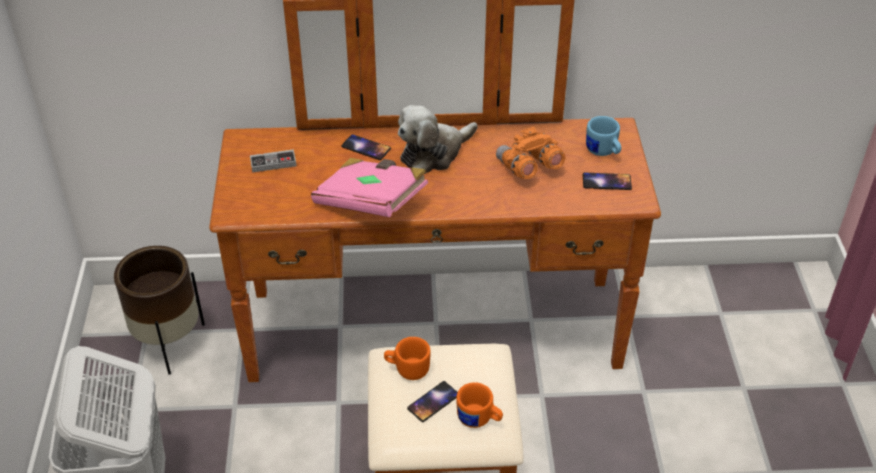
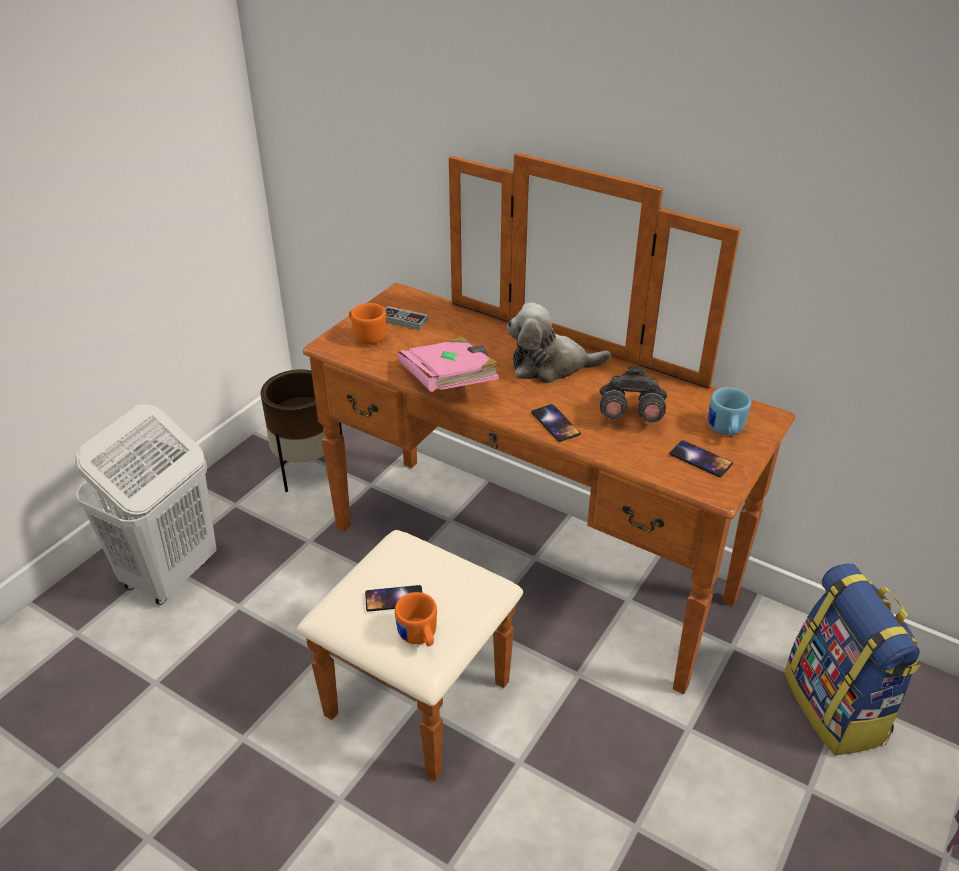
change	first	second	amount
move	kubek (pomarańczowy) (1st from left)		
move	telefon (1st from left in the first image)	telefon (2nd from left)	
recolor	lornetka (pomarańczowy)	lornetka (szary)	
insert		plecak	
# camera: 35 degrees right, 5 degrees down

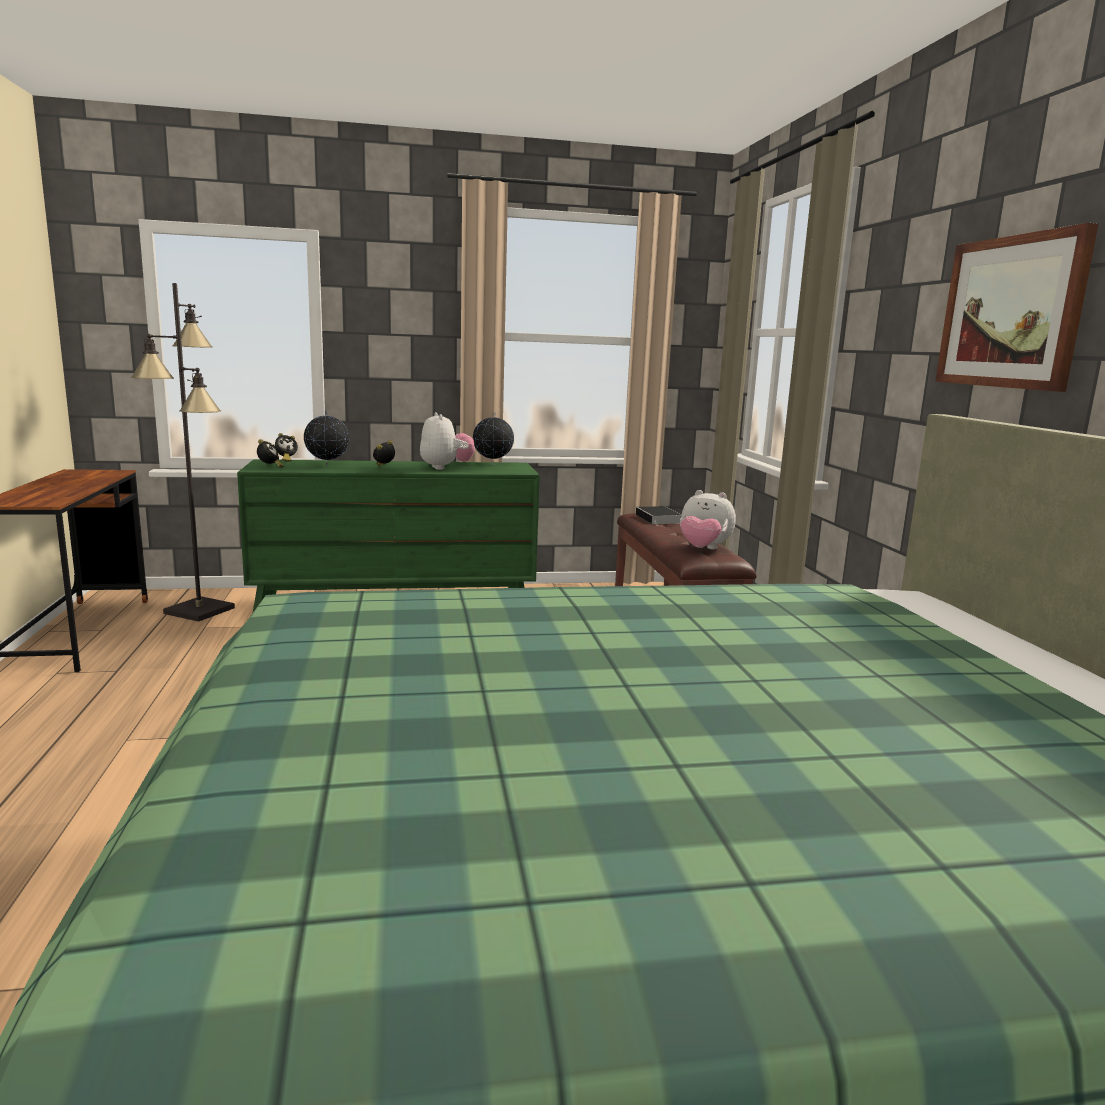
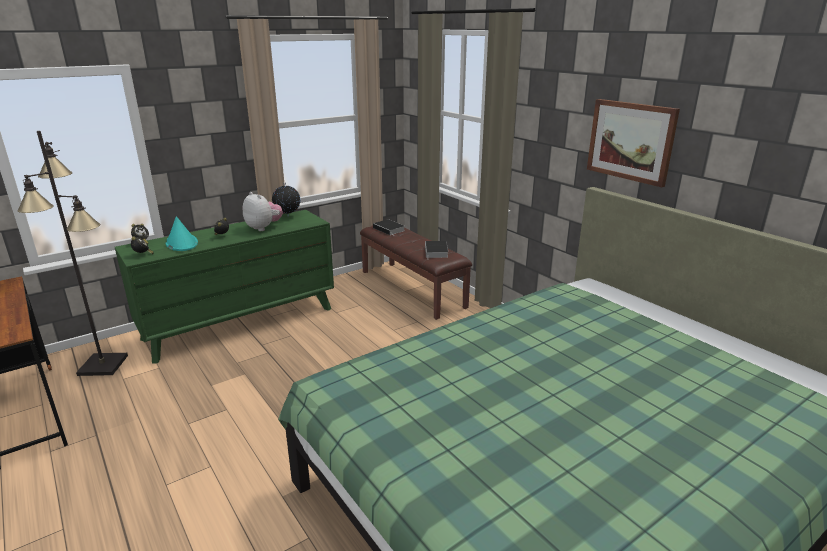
change	first	second	amount
replace	globus (1st from left)	kapelusz (turkusowy)	
replace	pluszak (2nd from left)	książka (2nd from left)	
# camera: 25 degrees left, 10 degrees up

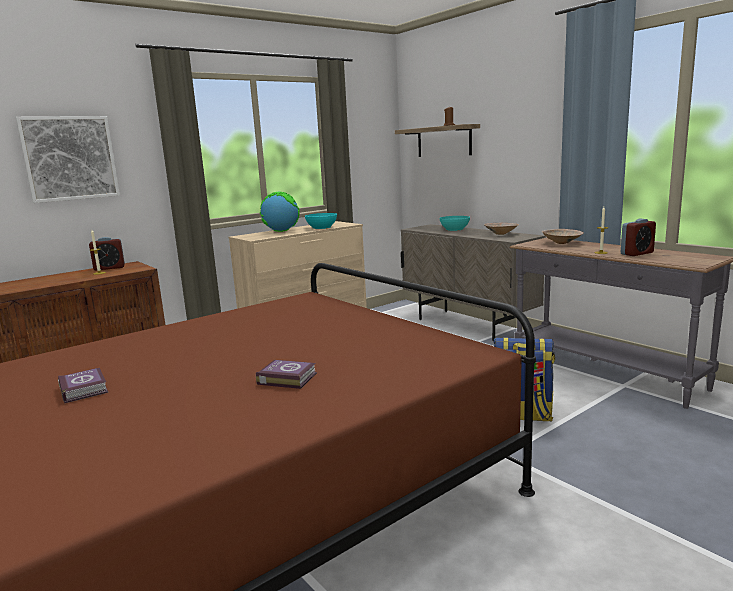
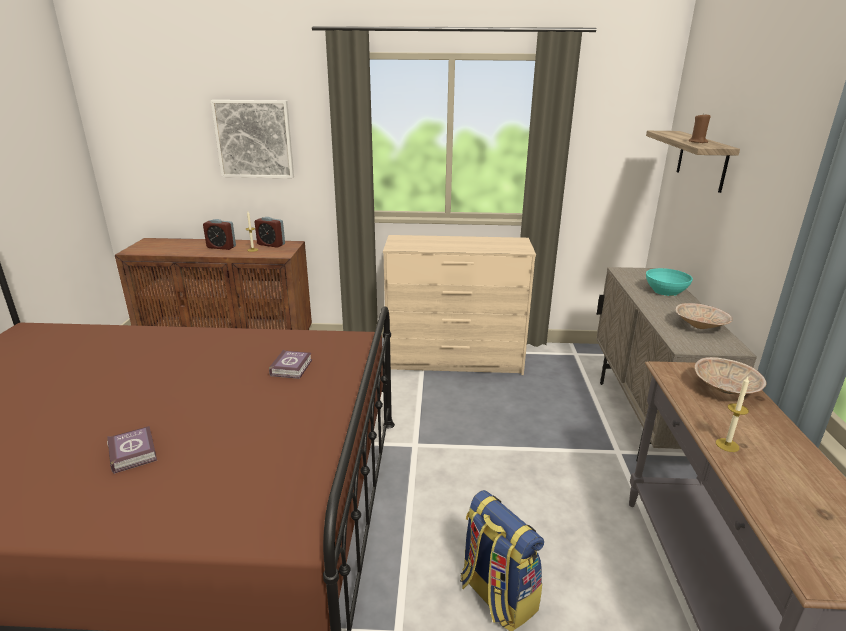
change	first	second	amount
move	budzik (2nd from left in the first image)	budzik (1st from left)	
move	książka (1st from left in the first image)	książka (2nd from left)	
delete	globus		
delete	miska (turkusowy) (1st from left)		
# camera: 40 degrees right, 10 degrees up

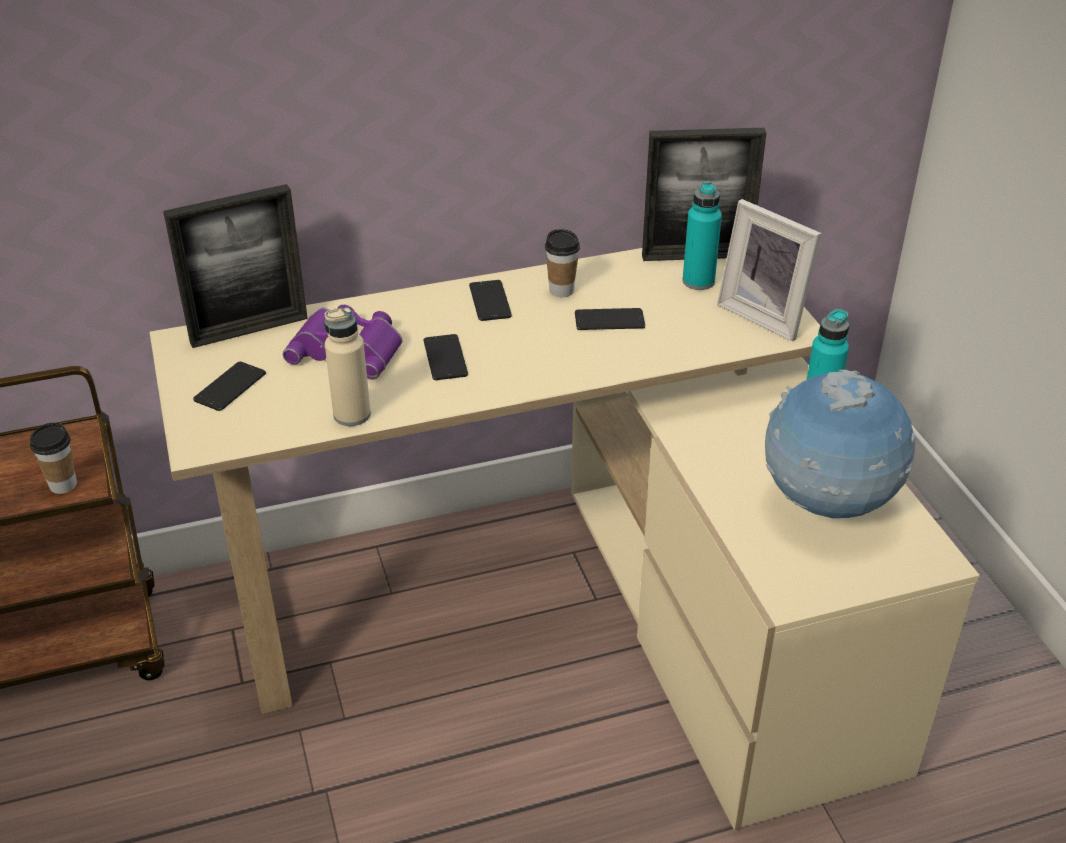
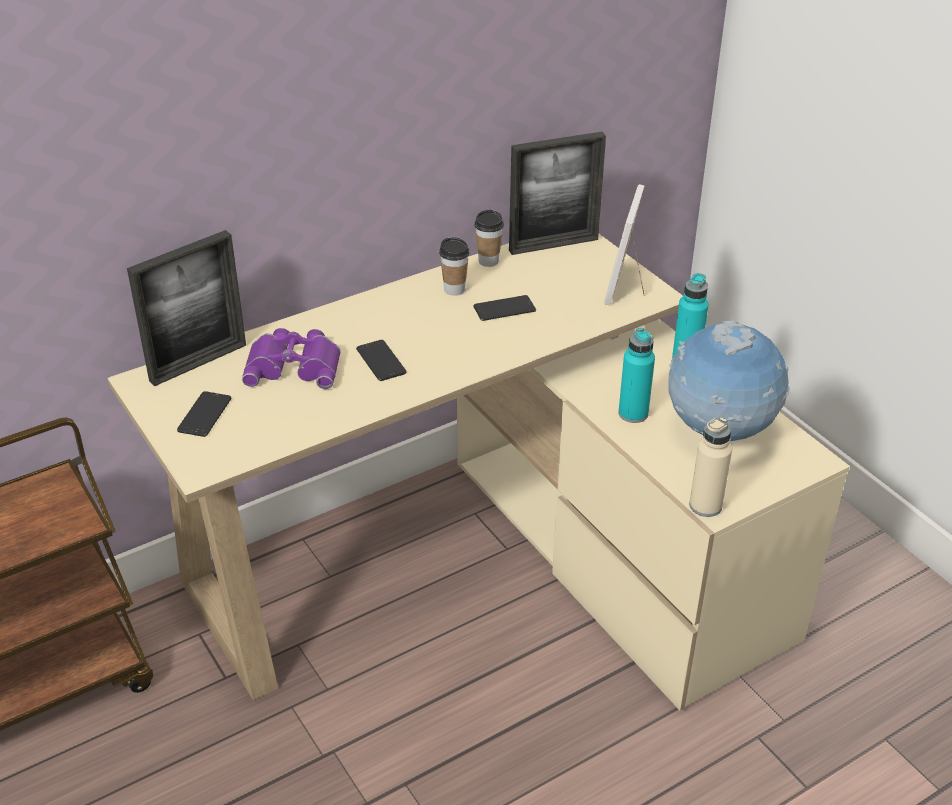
change	first	second	amount
move	filiżanka (1st from left in the first image)	filiżanka (2nd from left)	
rotate	ramka na zdjęcie (3rd from left)		75 degrees clockwise
move	butelka (turkusowy) (1st from left)		
move	butelka (beżowy)		
delete	telefon (3rd from left)		
# camera: 15 degrees left, 0 degrees up

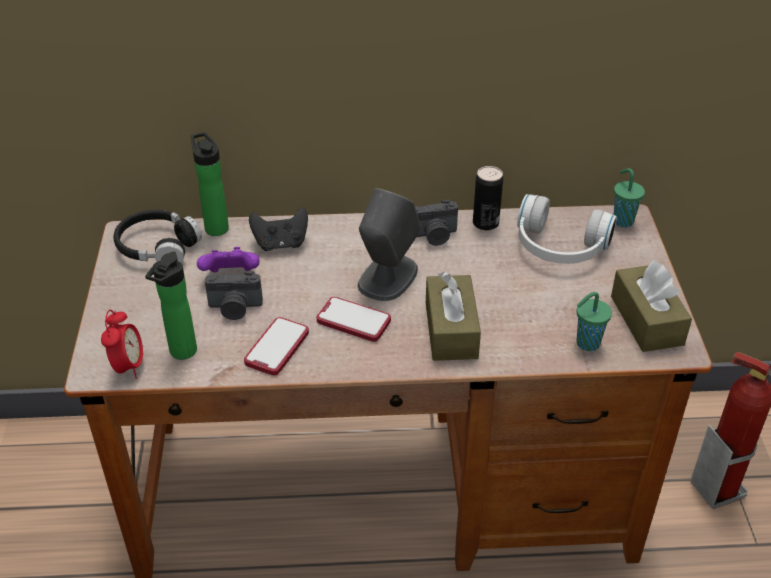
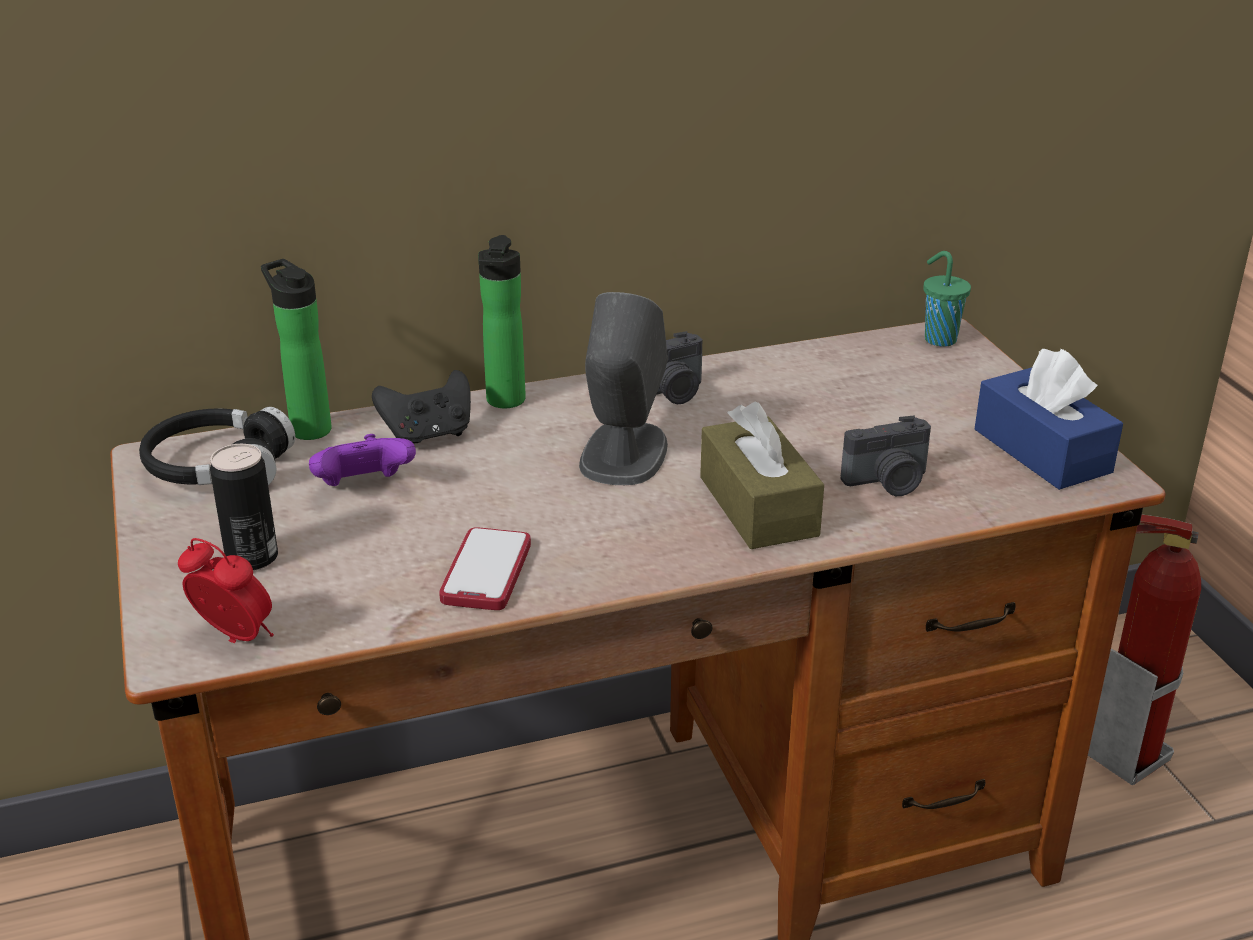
change	first	second	amount
rotate	budzik		45 degrees counterclockwise
move	puszka		
move	butelka (1st from left in the first image)	butelka (2nd from left)	
move	aparat fotograficzny (1st from left in the first image)	aparat fotograficzny (2nd from left)	
recolor	pudełko chusteczek (brązowy) (2nd from left)	pudełko chusteczek (niebieski)	
delete	telefon (2nd from left)		
delete	słuchawki (biały)		
delete	filiżanka (zielony) (1st from left)		
# camera: 15 degrees left, 10 degrees down

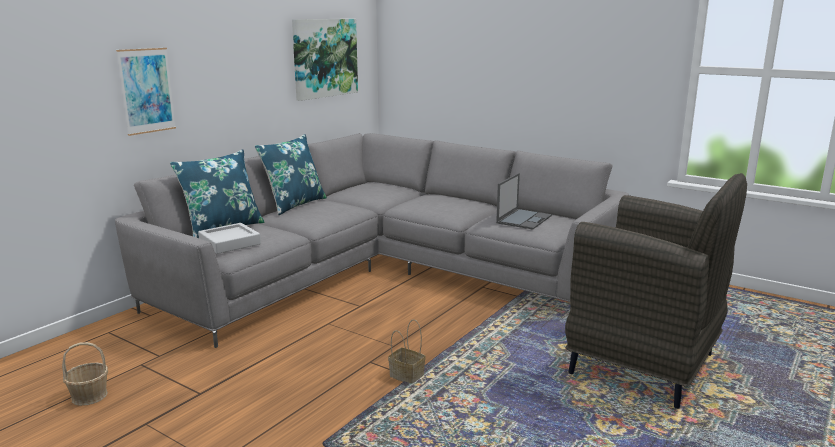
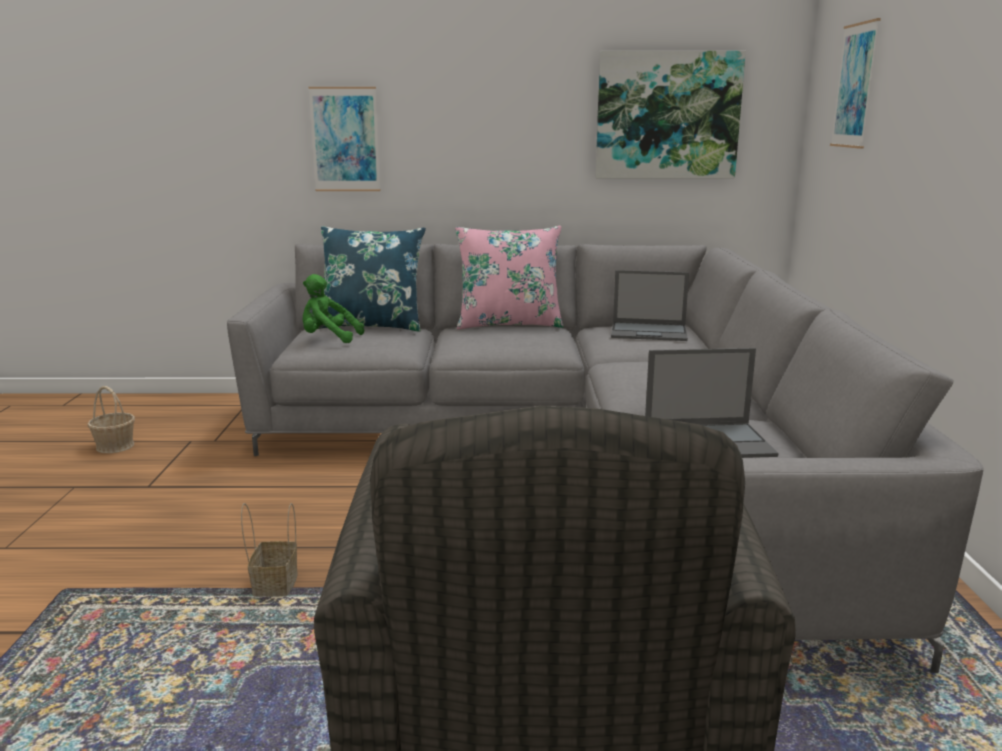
change	first	second	amount
replace	taca (szary)	pluszak (zielony)	
recolor	poduszka (niebieski) (2nd from left)	poduszka (różowy)	
insert		laptop (1st from left)	
insert		obraz (3rd from left)	
# camera: 55 degrees right, 0 degrees up

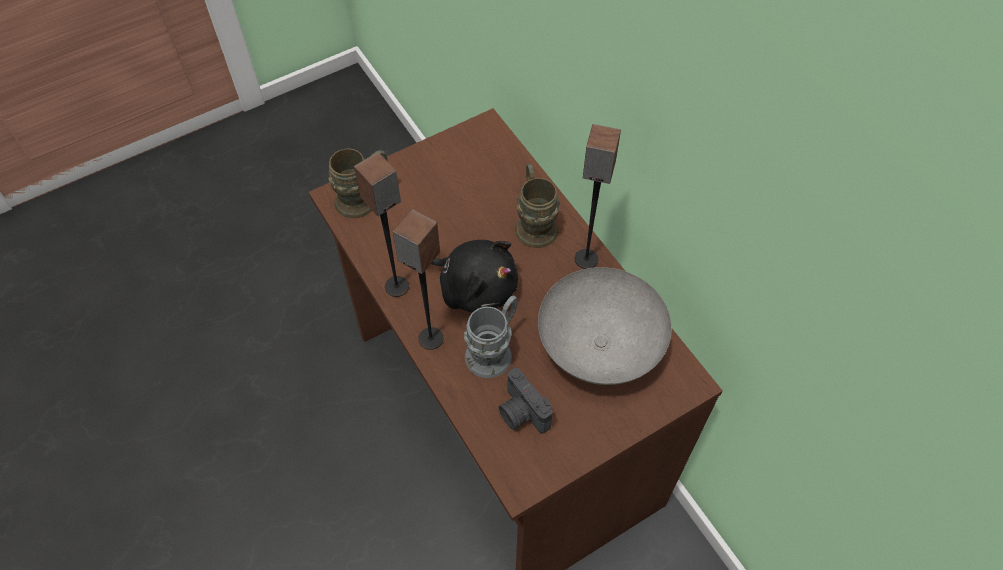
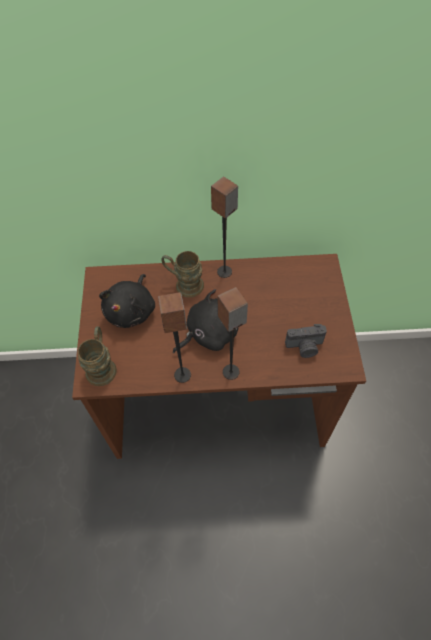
change	first	second	amount
insert		pluszak (czarny) (1st from left)	
delete	kubek (szary)		
delete	miska (szary)		
# camera: 60 degrees left, 0 degrees up

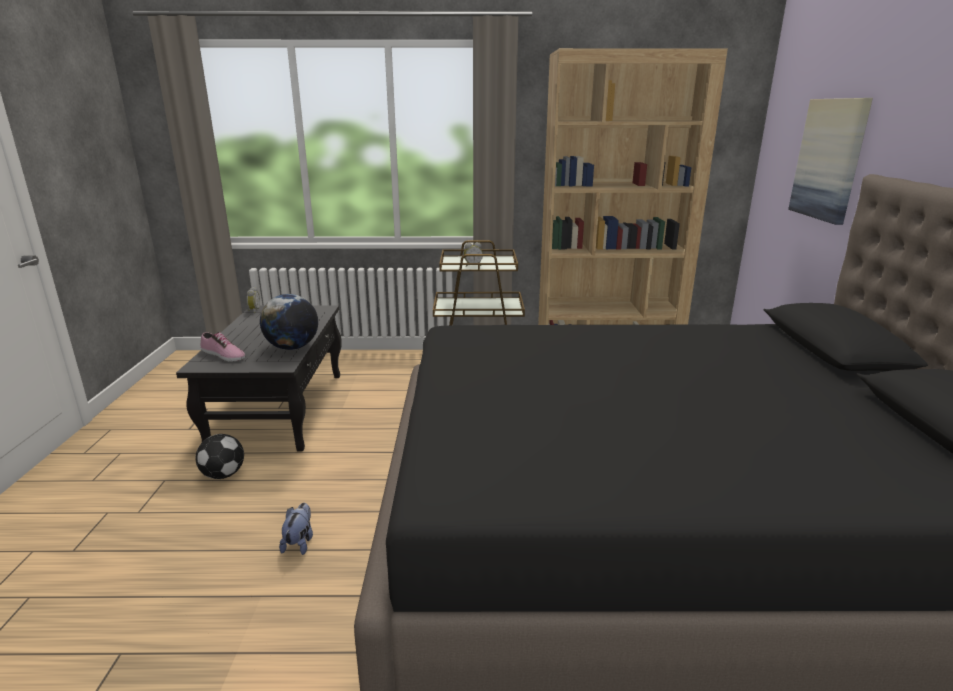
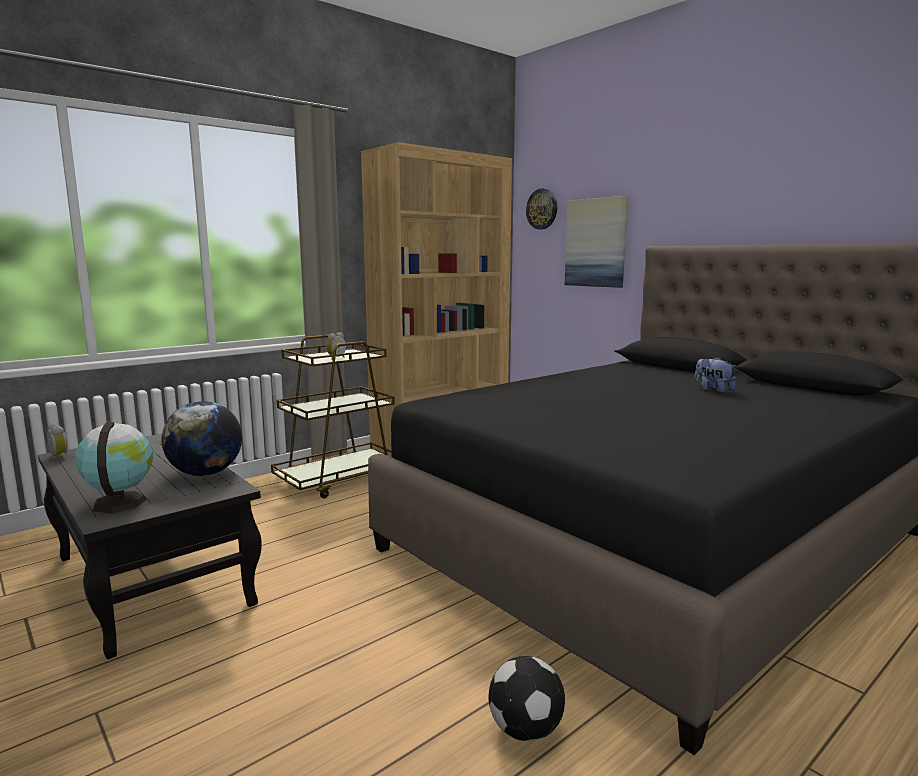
change	first	second	amount
replace	but	globus (1st from left)	
move	piłka futbolowa		
insert		zegar ścienny	
move	pluszak		
# camera: 40 degrees left, 10 degrees down

